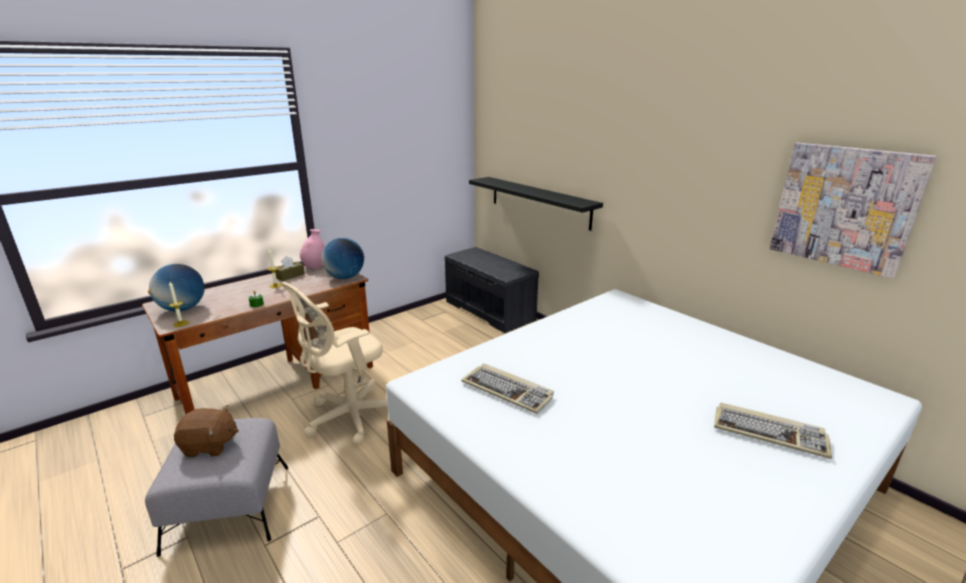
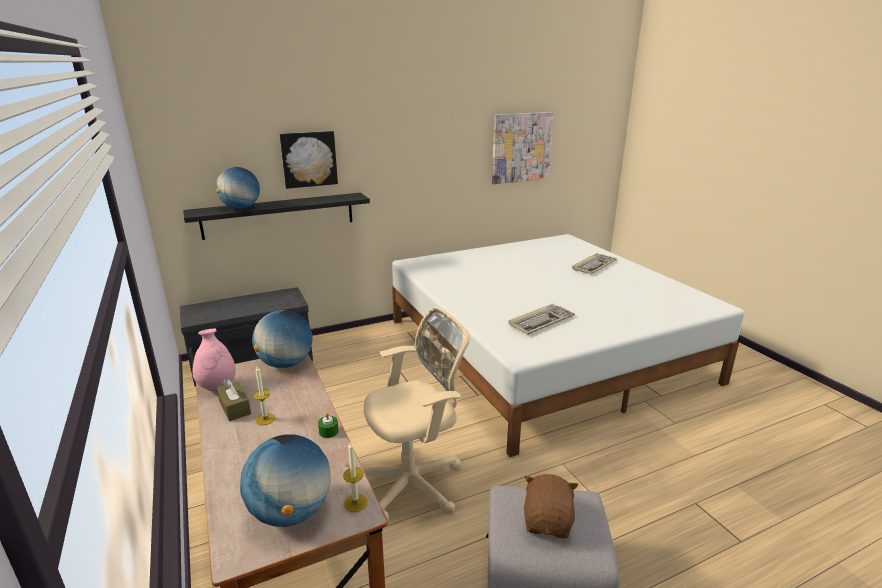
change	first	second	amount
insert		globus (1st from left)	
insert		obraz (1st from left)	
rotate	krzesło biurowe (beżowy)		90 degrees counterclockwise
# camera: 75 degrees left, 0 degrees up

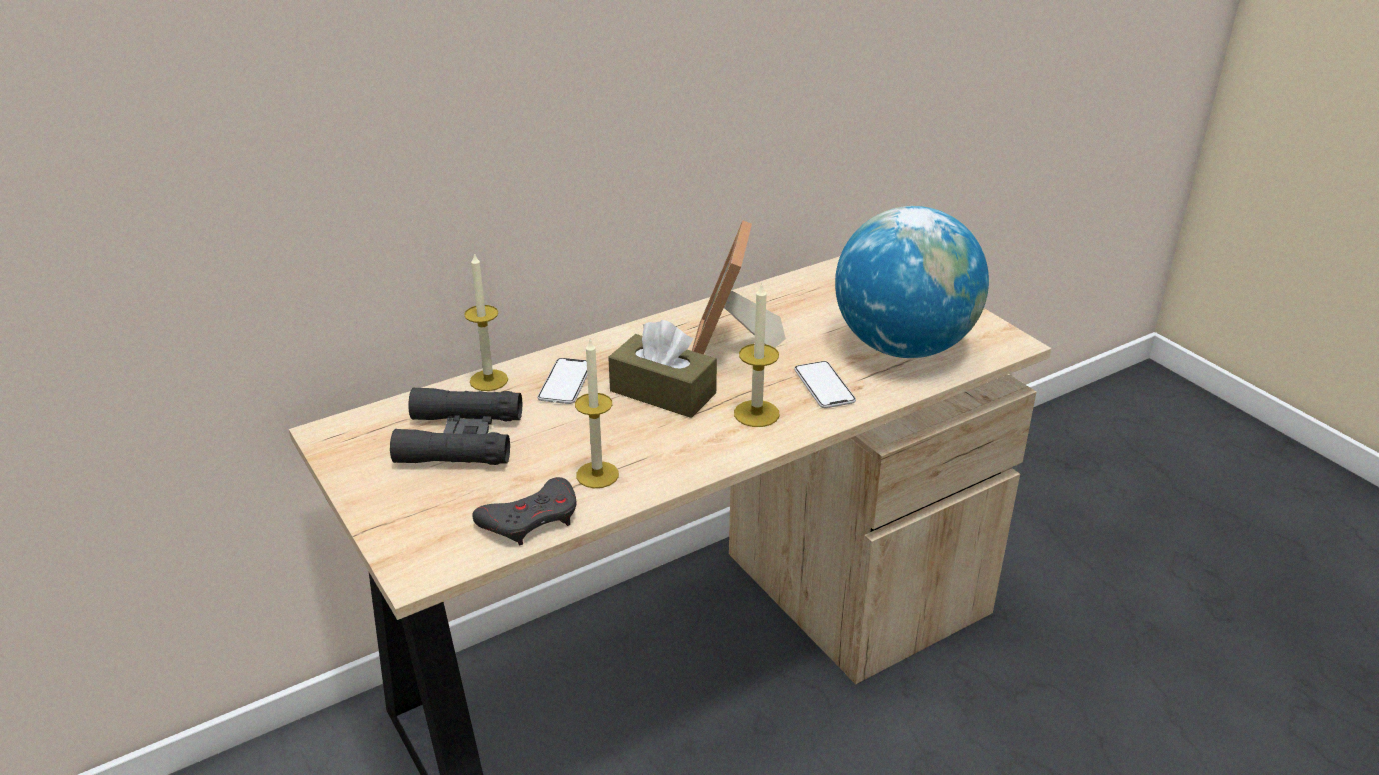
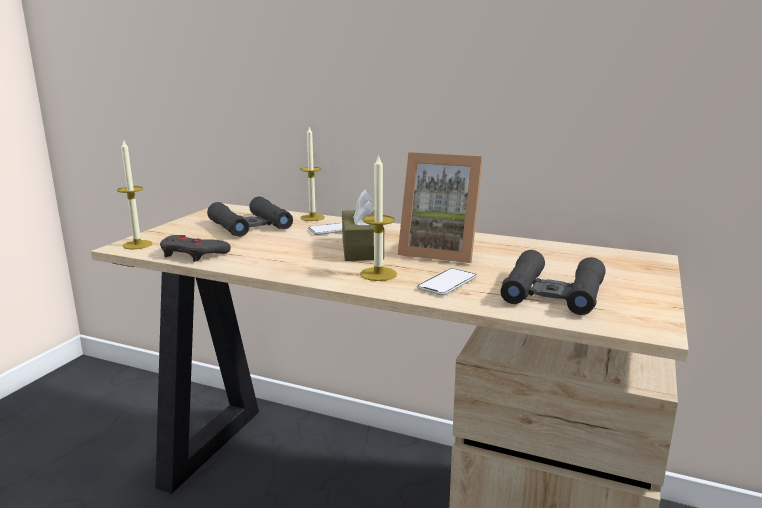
change	first	second	amount
move	świeca (2nd from left in the first image)	świeca (1st from left)	
rotate	ramka na zdjęcie		135 degrees counterclockwise
replace	globus	lornetka (czarny) (2nd from left)	
# camera: 55 degrees right, 15 degrees down

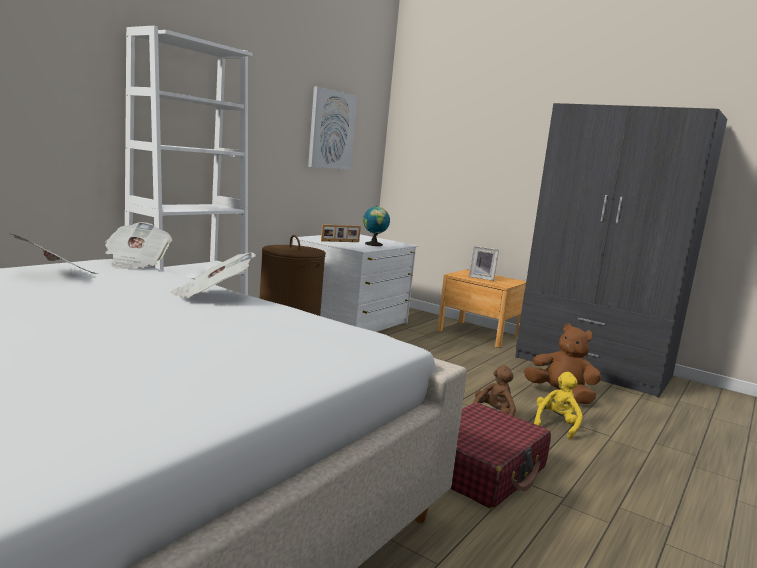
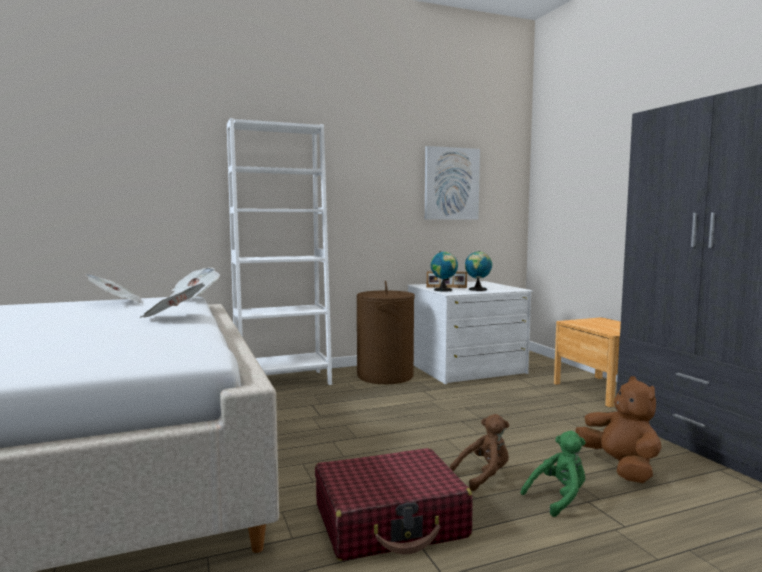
change	first	second	amount
insert		globus (1st from left)	
recolor	pluszak (żółty)	pluszak (zielony)	
delete	ramka na zdjęcie (2nd from left)		
# camera: 35 degrees right, 5 degrees down

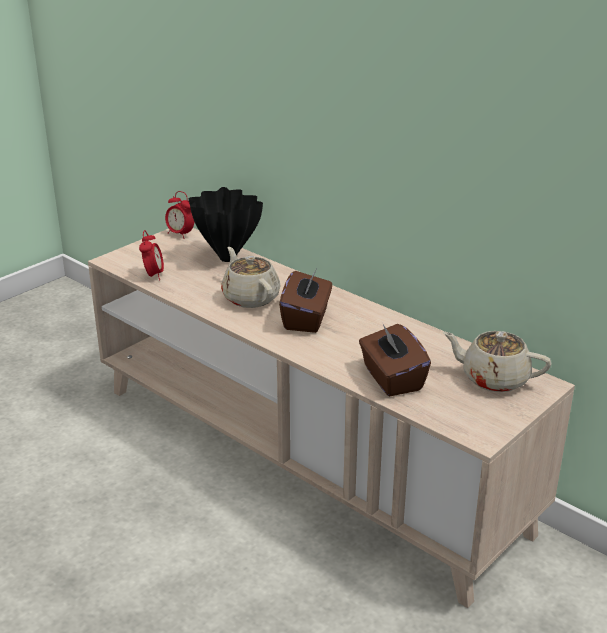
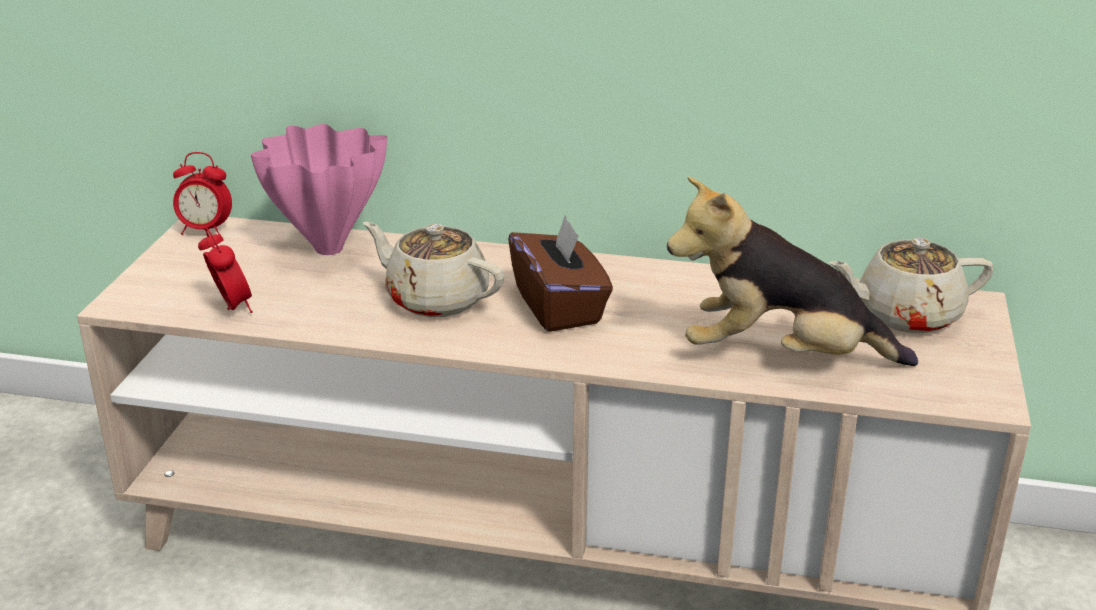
change	first	second	amount
recolor	wazon (czarny)	wazon (różowy)	
replace	pudełko chusteczek (brązowy) (2nd from left)	pluszak	
# camera: 30 degrees left, 0 degrees up

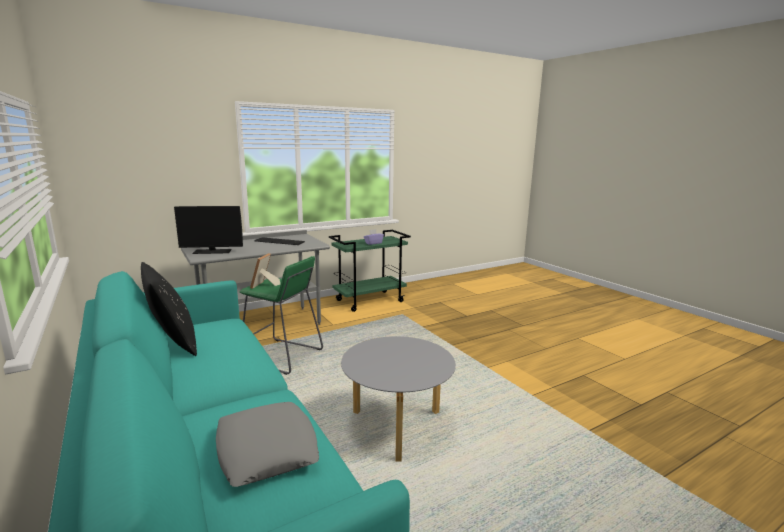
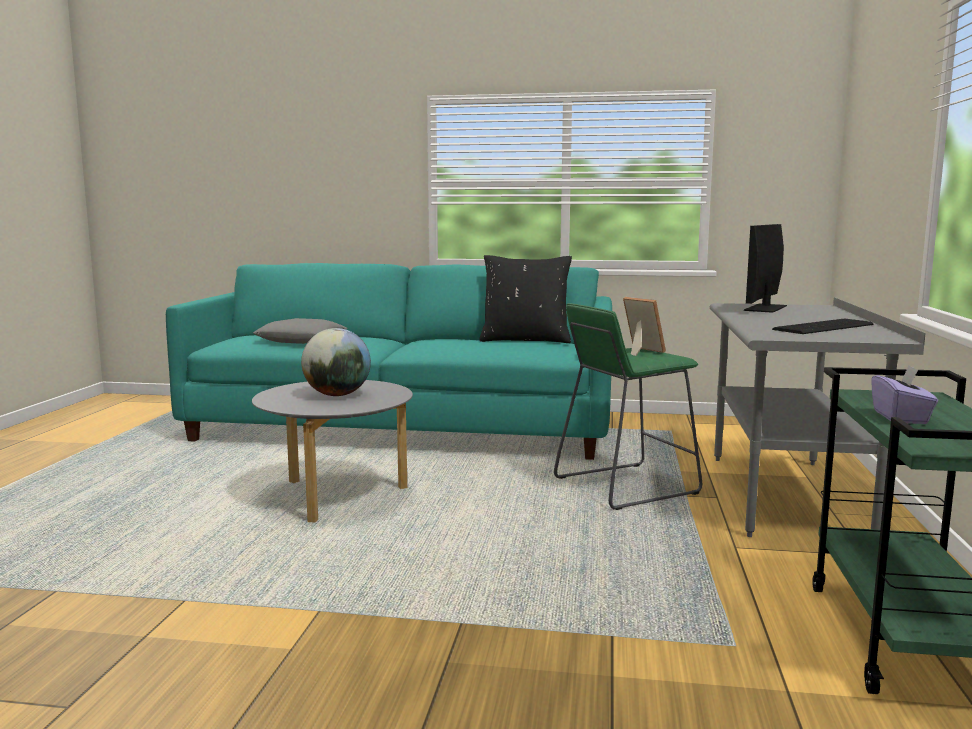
change	first	second	amount
insert		globus	
# camera: 130 degrees right, 5 degrees down

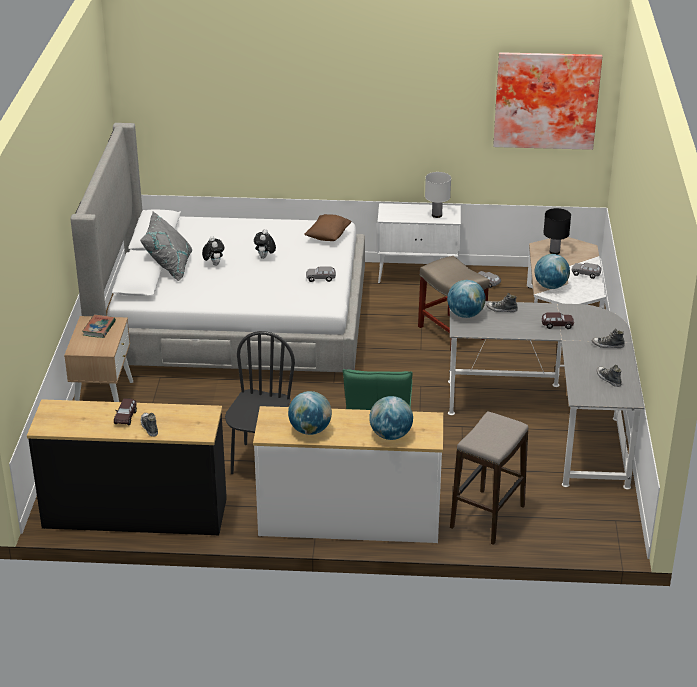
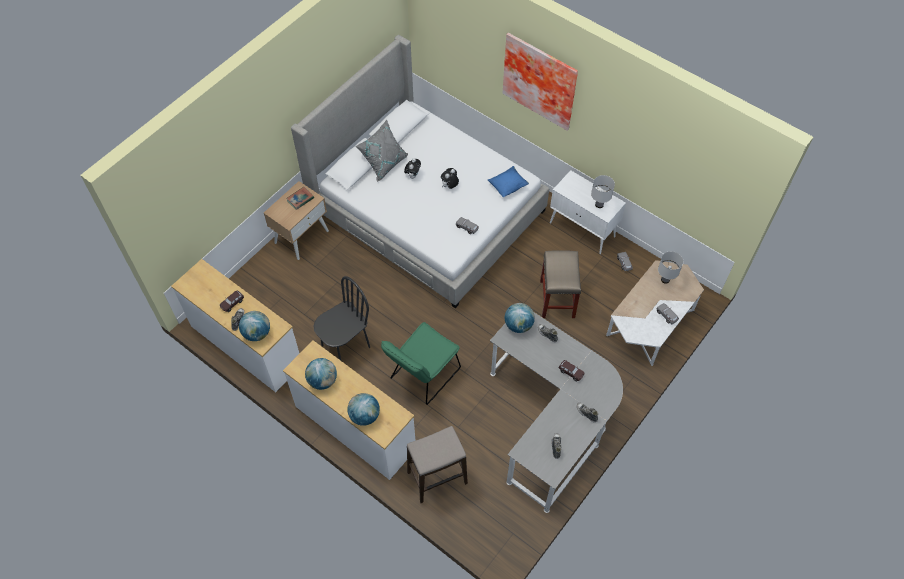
change	first	second	amount
recolor	komoda (czarny)	komoda (biały) (1st from left)	
move	globus (4th from left in the first image)	globus (1st from left)	
recolor	poduszka (brązowy)	poduszka (niebieski)	
move	obraz		
recolor	lampa stołowa (czarny)	lampa stołowa (biały) (2nd from left)	
# camera: 35 degrees right, 25 degrees up

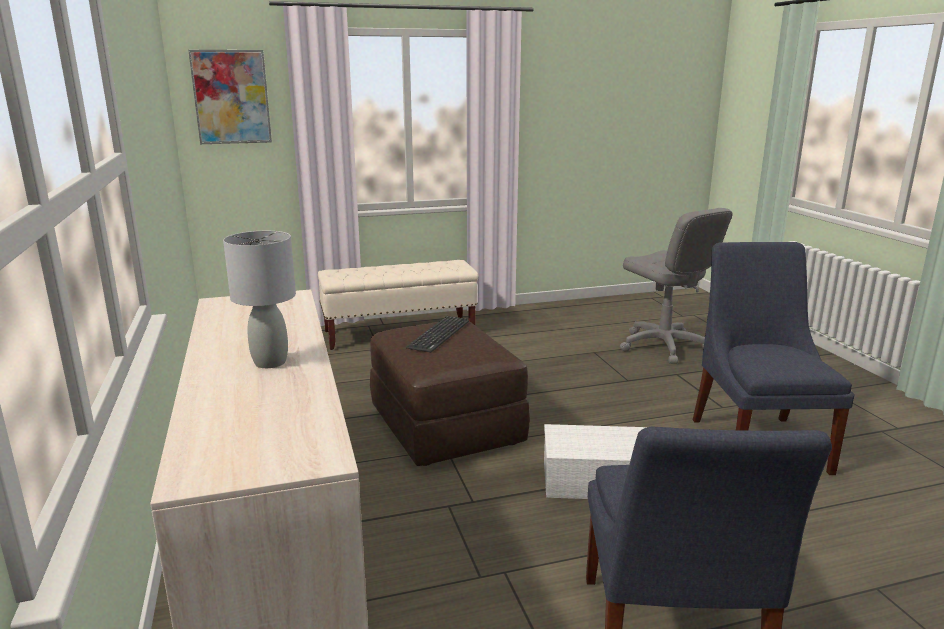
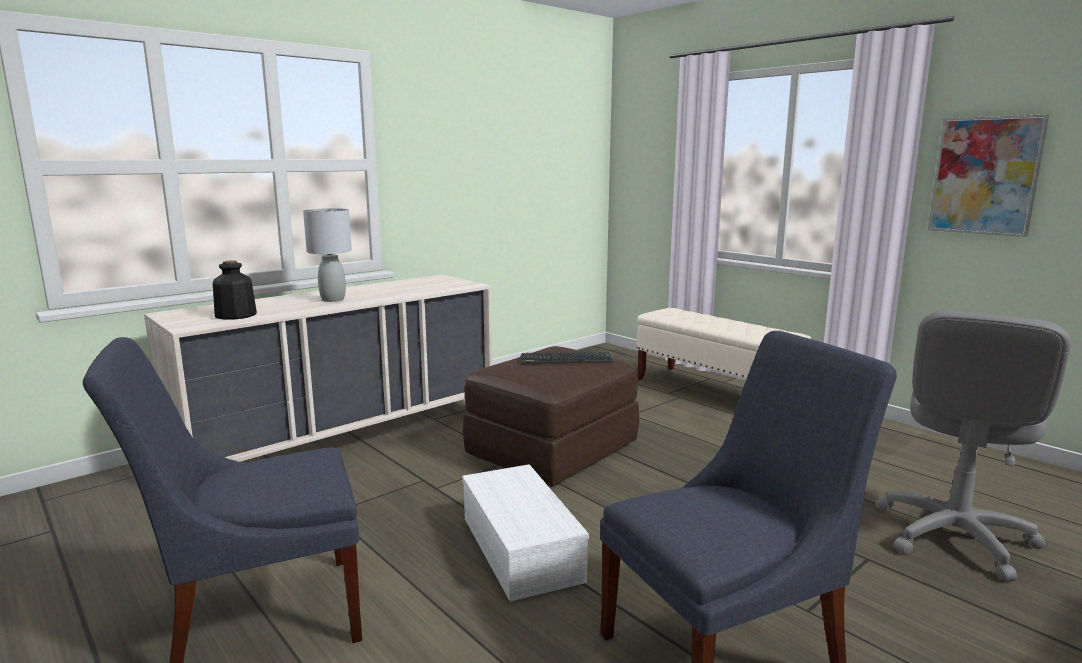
change	first	second	amount
insert		butelka	
move	obraz		
# camera: 65 degrees right, 5 degrees down

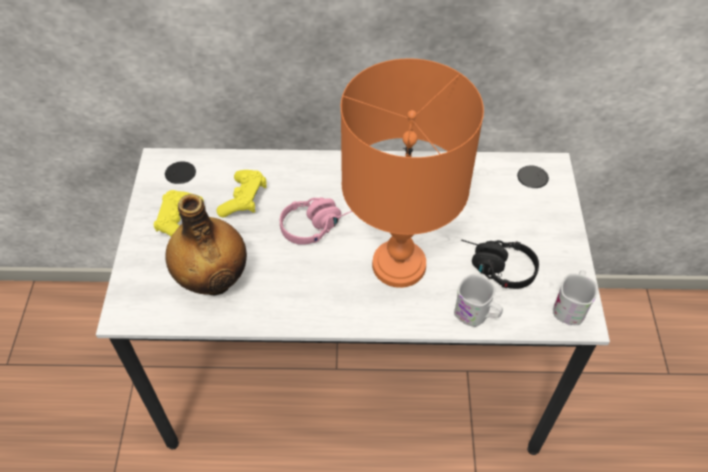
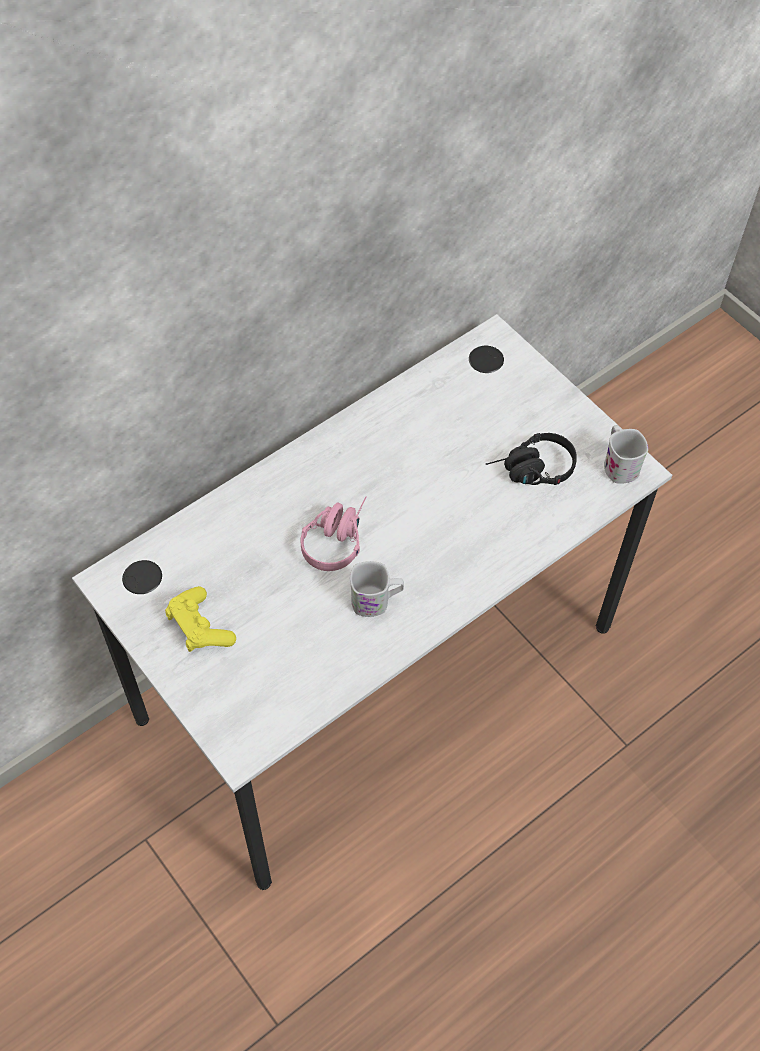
change	first	second	amount
move	kubek (biały) (1st from left)		
delete	butelka		
delete	pad do gier (żółty) (2nd from left)		
delete	lampa stołowa (pomarańczowy)		
# camera: 40 degrees left, 5 degrees up

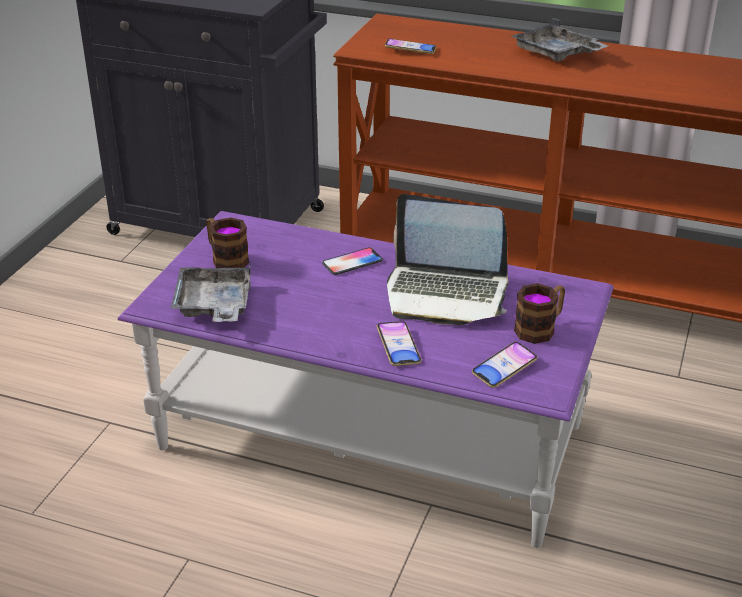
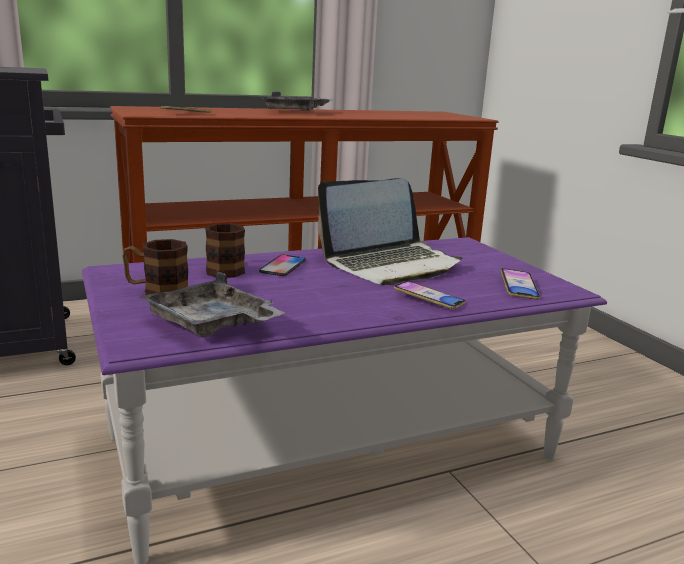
change	first	second	amount
move	kubek (2nd from left)		
# camera: 45 degrees left, 15 degrees down

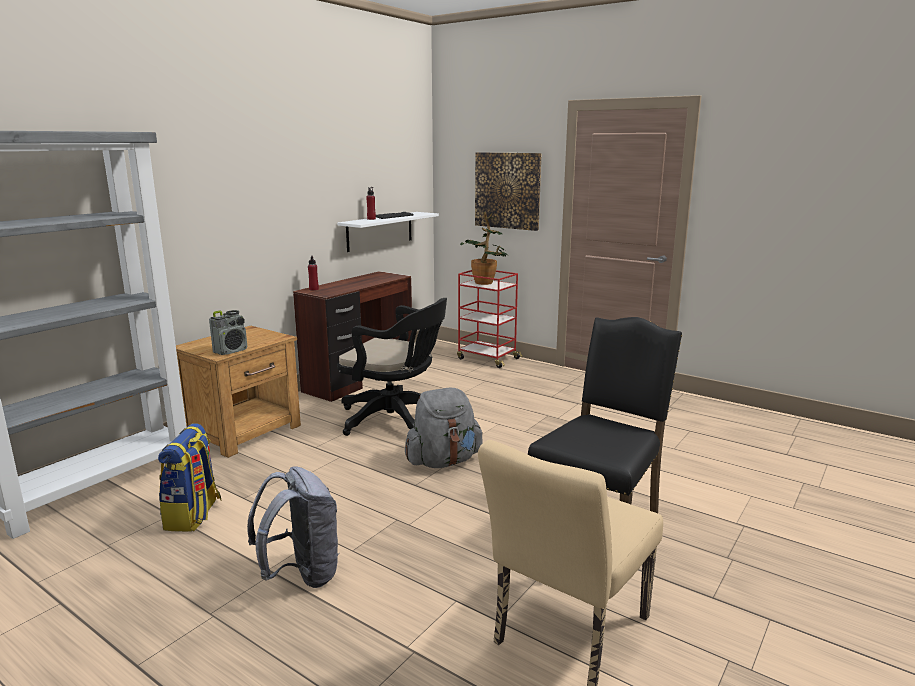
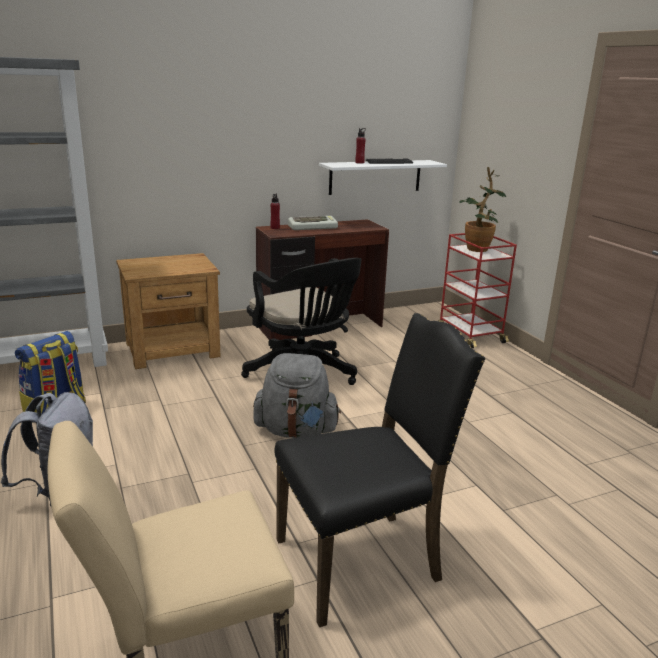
change	first	second	amount
insert		klawiatura (1st from left)	
delete	radio		
delete	obraz		
# camera: 30 degrees right, 5 degrees up

